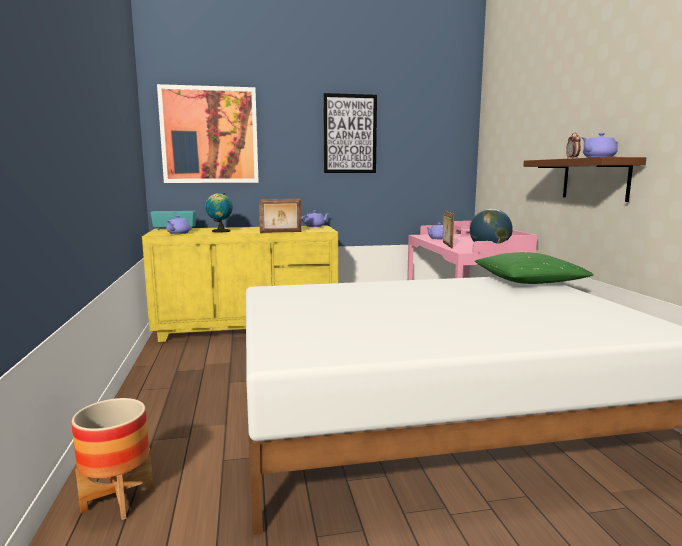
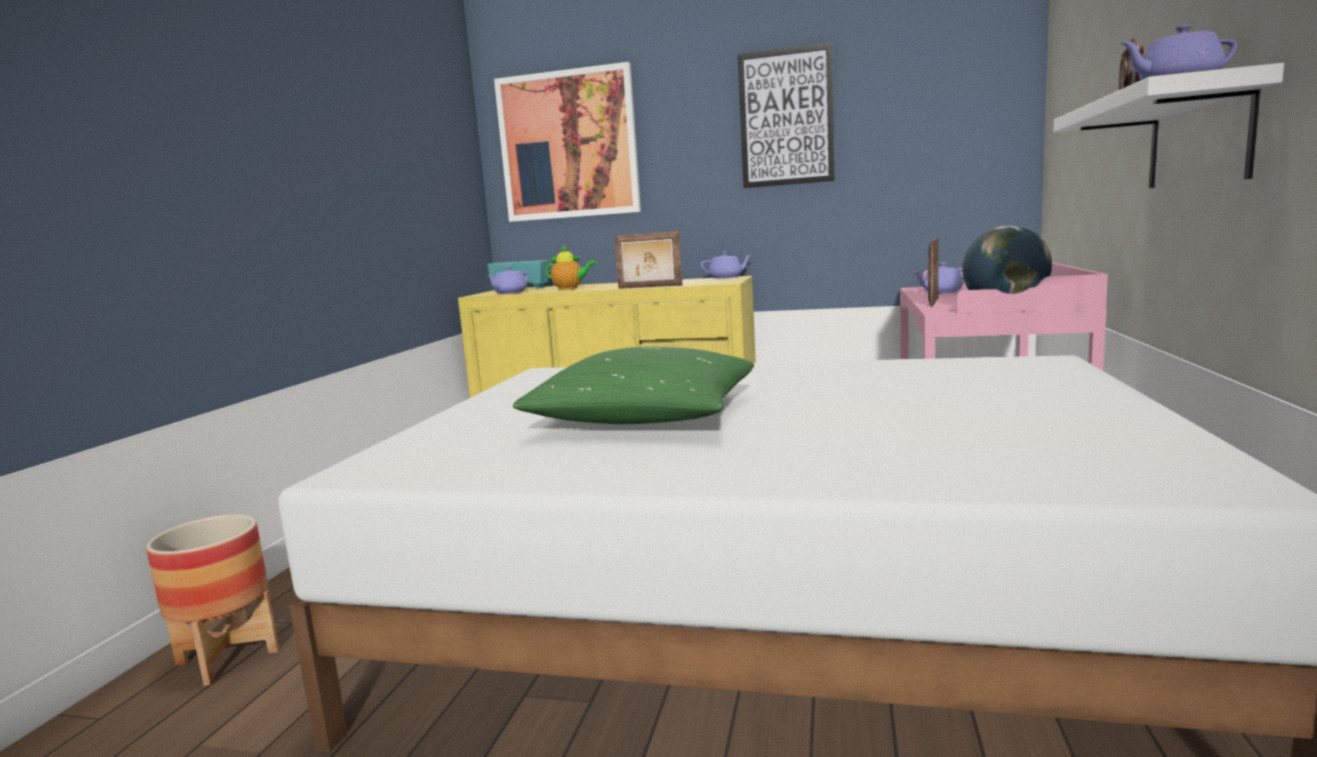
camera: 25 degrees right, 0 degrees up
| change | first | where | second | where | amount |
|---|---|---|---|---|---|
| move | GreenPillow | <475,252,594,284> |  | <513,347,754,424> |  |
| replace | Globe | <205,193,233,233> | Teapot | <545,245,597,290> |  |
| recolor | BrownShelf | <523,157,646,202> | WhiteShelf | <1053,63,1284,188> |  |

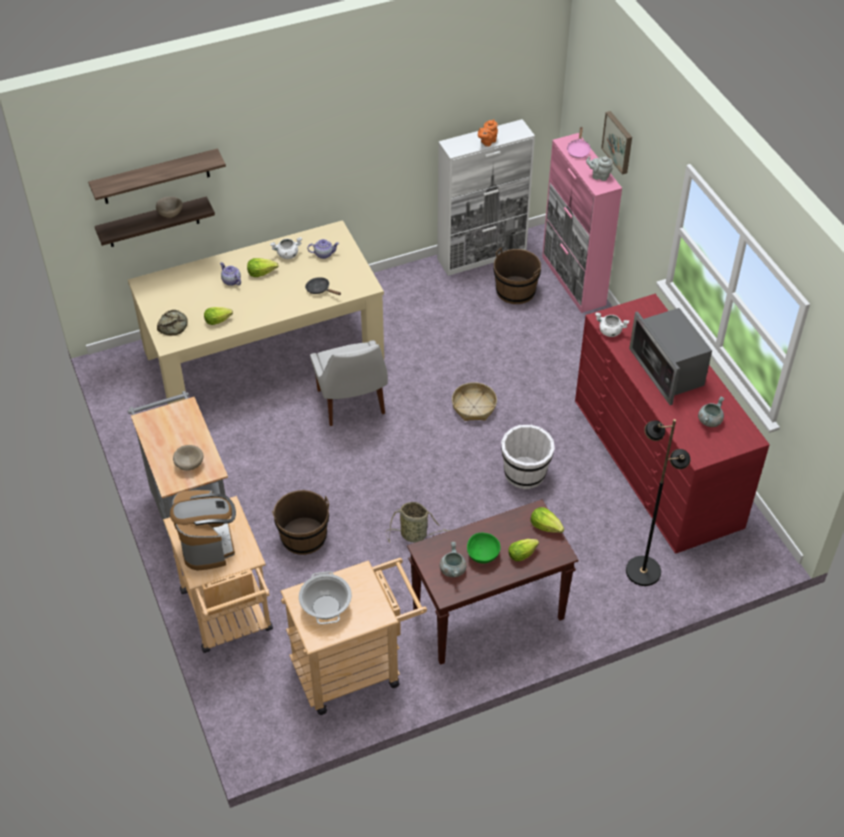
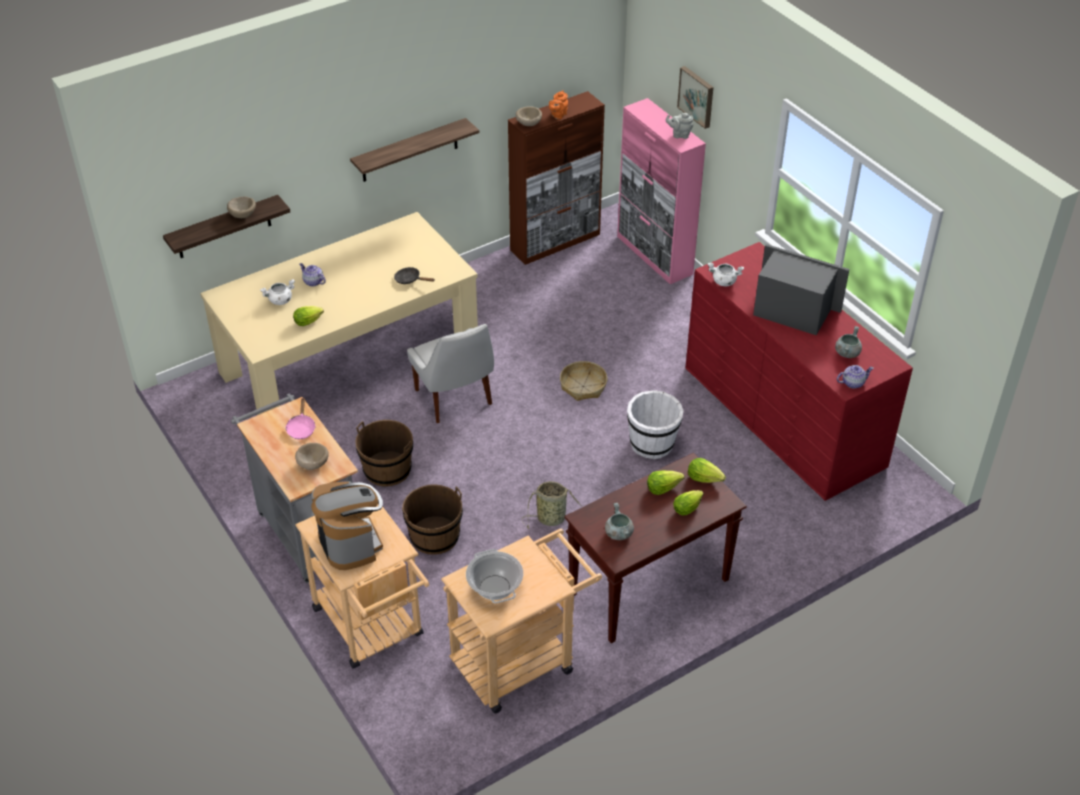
camera: 10 degrees left, 5 degrees down
| change | first | where | second | where | amount |
|---|---|---|---|---|---|
| delete | Bread | <157,310,188,336> |  |  |  |
| delete | GreenBowl | <467,533,501,564> |  |  |  |
| delete | BlackFloorLamp | <626,419,690,586> |  |  |  |
| insert |  |  | BeigeBowl | <516,106,542,126> |  |
| move | Shelf | <88,149,226,204> |  | <350,118,479,182> |  |
| move | Lettuce | <247,258,279,277> |  | <647,470,685,495> |  |
| move | WhiteCookingPot | <270,237,302,259> |  | <260,279,295,305> |  |
| move | Teapot | <307,239,339,259> |  | <837,365,874,389> |  |
| move | BrownBucket | <494,247,541,304> |  | <355,420,413,487> |  |
| move | PinkFryingPan | <567,127,591,158> |  | <286,397,316,439> |  |
| recolor | WhiteCabinet | <437,119,535,276> | BrownCabinet | <508,91,605,265> |  |
| rotate | Microwave | <629,308,712,405> |  | <753,244,849,335> | 150 degrees clockwise |

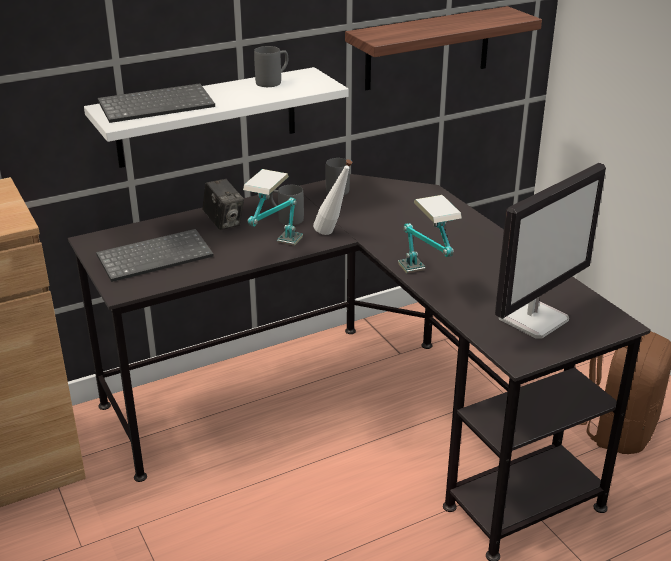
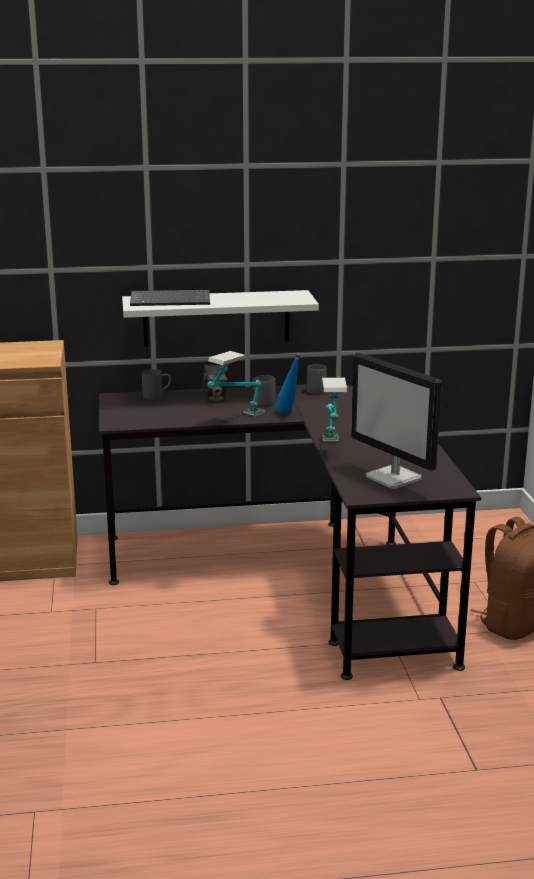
camera: 20 degrees right, 10 degrees down
| change | first | where | second | where | amount |
|---|---|---|---|---|---|
| delete | Keyboard | <96,229,213,282> |  |  |  |
| delete | Shelf | <345,6,542,90> |  |  |  |
| move | GreyMug | <254,46,288,87> |  | <142,369,171,400> |  |
| recolor | WhiteBottle | <313,159,353,235> | BlueBottle | <275,352,301,414> |  |
| rotate | Monitor | <495,163,606,339> |  | <351,352,442,489> | 75 degrees clockwise |

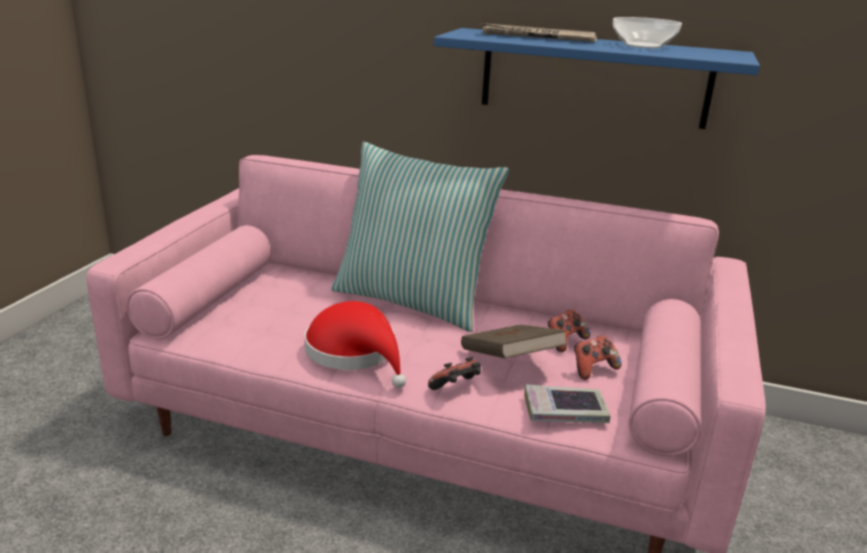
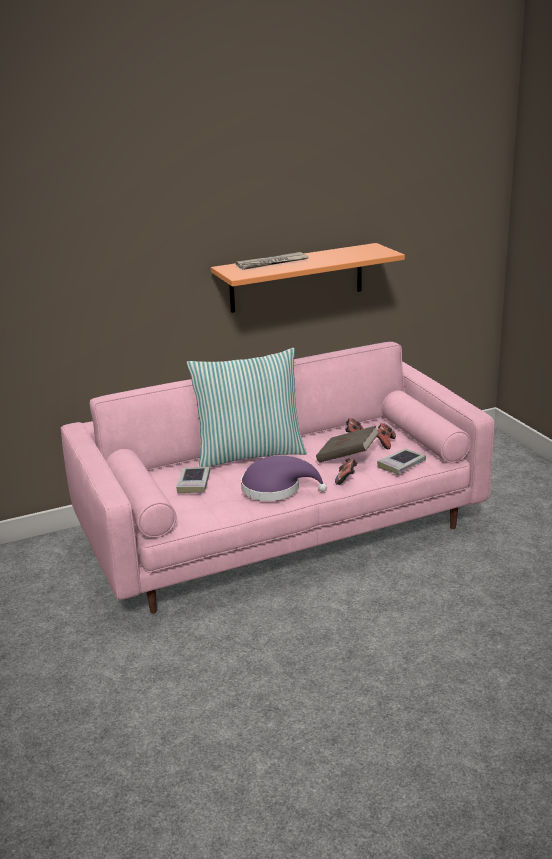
camera: 40 degrees left, 0 degrees up
| change | first | where | second | where | amount |
|---|---|---|---|---|---|
| delete | Bowl | <613,17,682,48> |  |  |  |
| insert |  |  | Book | <176,467,210,494> |  |
| recolor | RedHat | <304,301,406,388> | PurpleHat | <241,455,327,501> |  |
| recolor | BlueShelf | <434,28,760,129> | OrangeShelf | <211,243,405,313> |  |

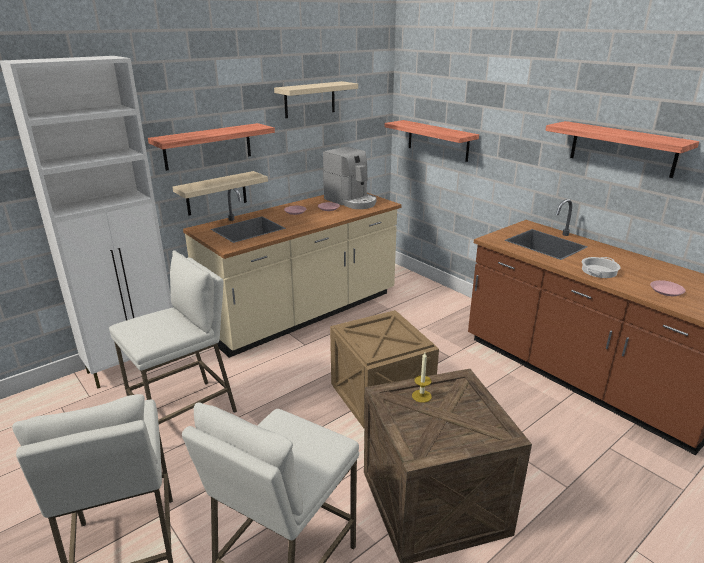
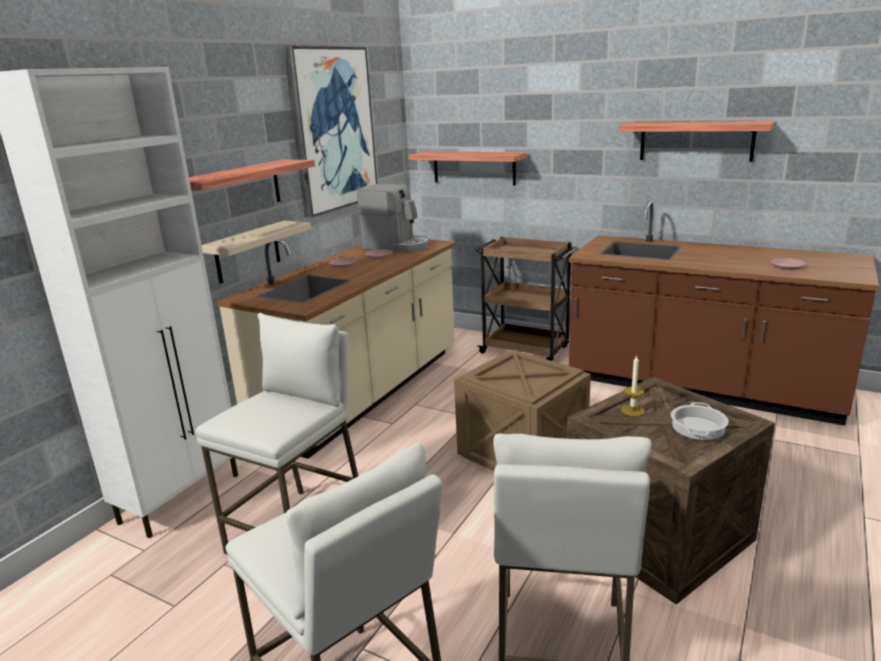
camera: 20 degrees left, 5 degrees down
| change | first | where | second | where | amount |
|---|---|---|---|---|---|
| insert |  |  | BrownCart | <475,237,578,361> |  |
| move | CookingPot | <582,257,620,278> |  | <671,402,729,440> |  |
| replace | BeigeShelf | <274,81,358,118> | Picture | <284,46,377,217> |  |

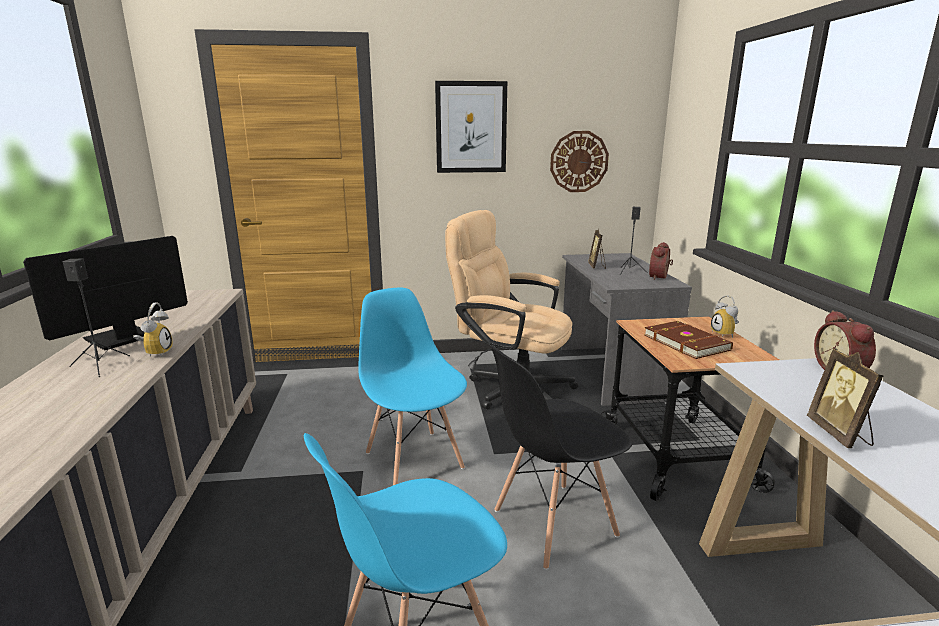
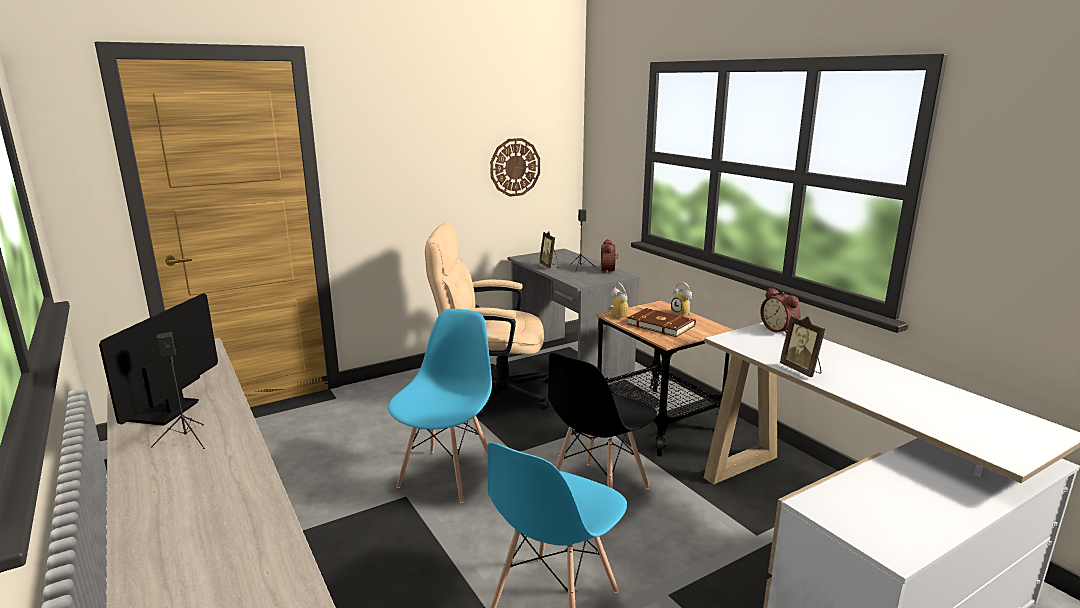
camera: 25 degrees left, 0 degrees up
| change | first | where | second | where | amount |
|---|---|---|---|---|---|
| delete | Picture | <435,81,507,173> |  |  |  |
| move | AlarmClock | <133,303,173,357> |  | <608,283,629,319> |  |
| rotate | BlueChair | <358,287,467,485> |  | <388,309,492,503> | 75 degrees clockwise |

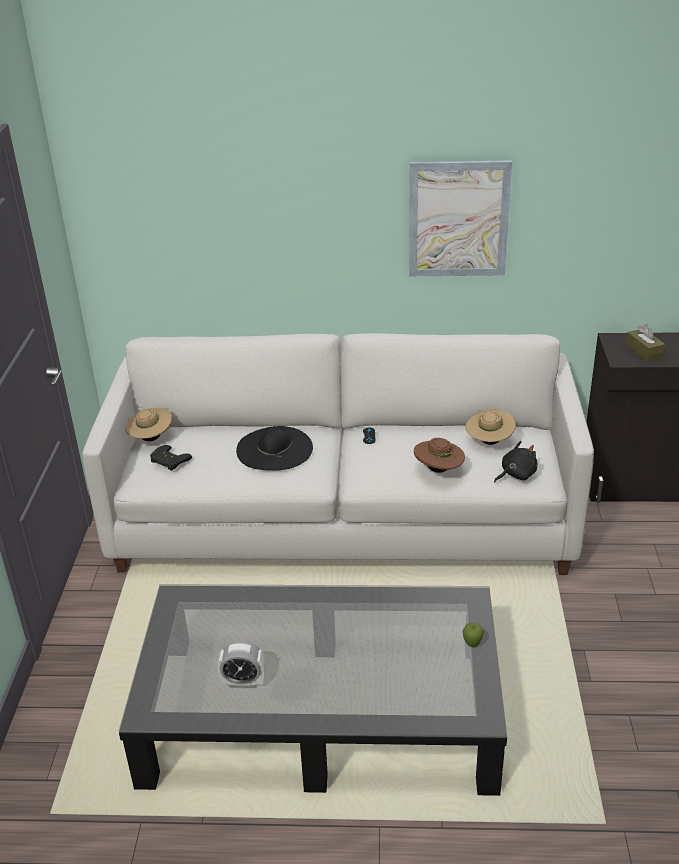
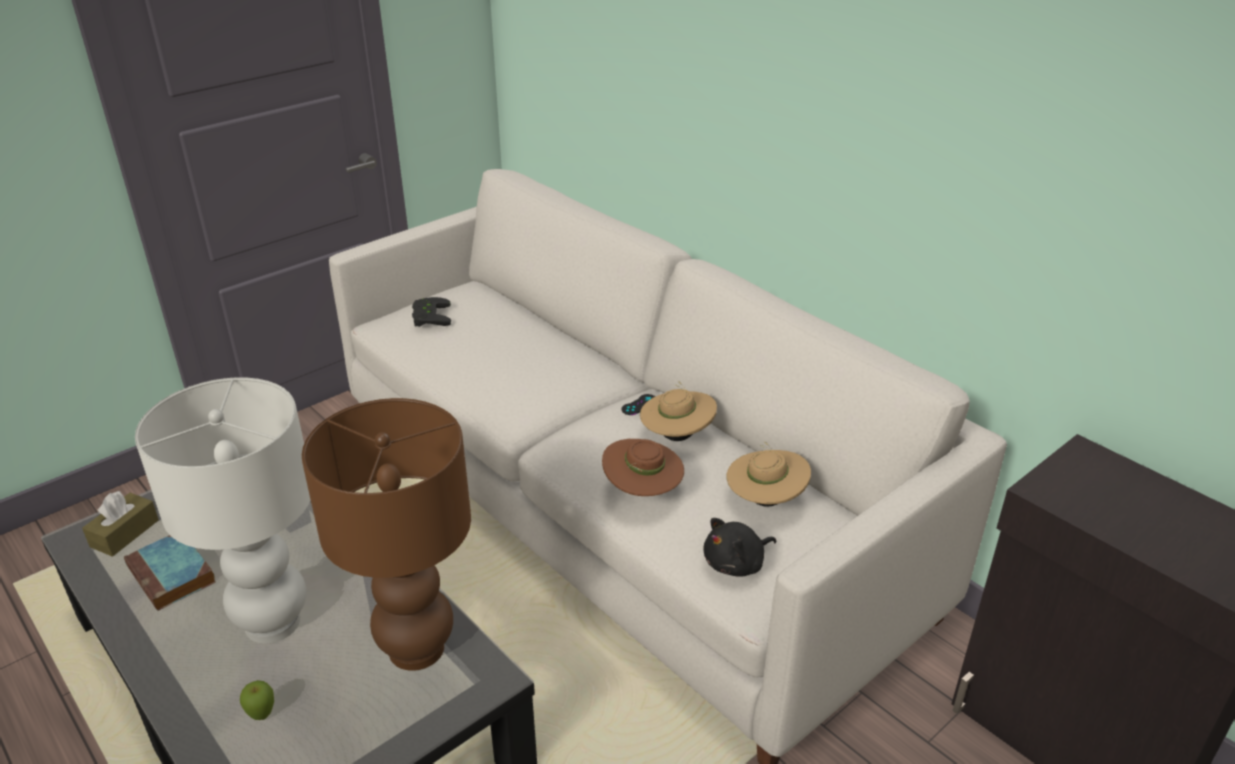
camera: 45 degrees right, 0 degrees up
| change | first | where | second | where | amount |
|---|---|---|---|---|---|
| delete | BlackHat | <236,426,313,471> |  |  |  |
| delete | Picture | <409,160,512,276> |  |  |  |
| insert |  |  | WhiteTableLamp | <135,377,311,644> |  |
| insert |  |  | BrownTableLamp | <302,398,471,671> |  |
| move | BeigeHat | <125,407,172,441> |  | <640,382,717,441> |  |
| move | Apple | <463,623,484,647> |  | <240,680,274,720> |  |
| move | BrownTissueBox | <626,324,666,362> |  | <82,491,159,557> |  |
| replace | AlarmClock | <217,641,265,688> | Book | <124,535,216,611> |  |
| rotate | BlackPlushToy | <494,441,537,482> |  | <703,518,777,577> | 135 degrees clockwise |

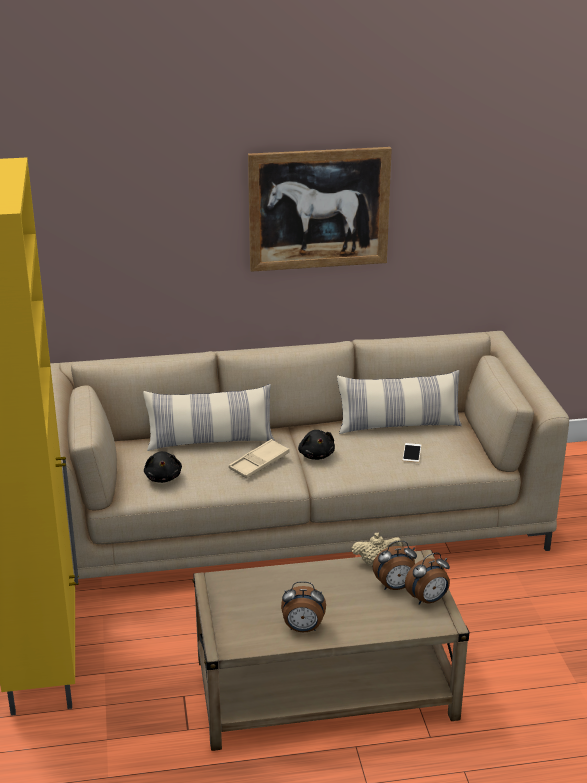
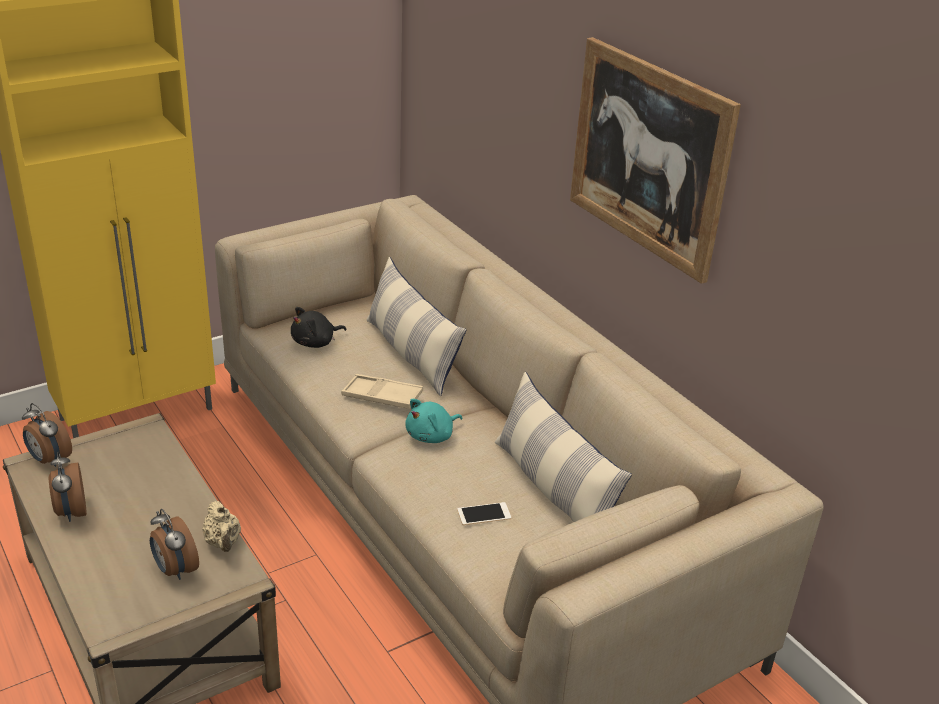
camera: 65 degrees right, 5 degrees up
| change | first | where | second | where | amount |
|---|---|---|---|---|---|
| move | AlarmClock | <405,553,450,605> |  | <22,403,72,467> |  |
| recolor | BlackPlushToy | <298,430,335,460> | TurquoisePlushToy | <405,399,462,443> |  |

